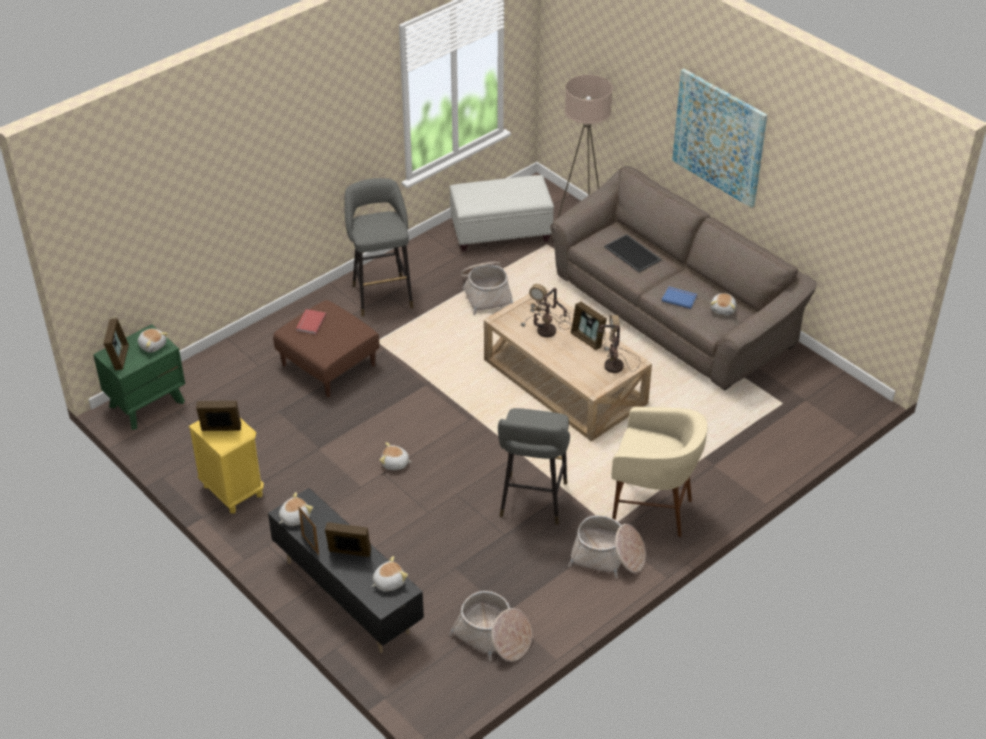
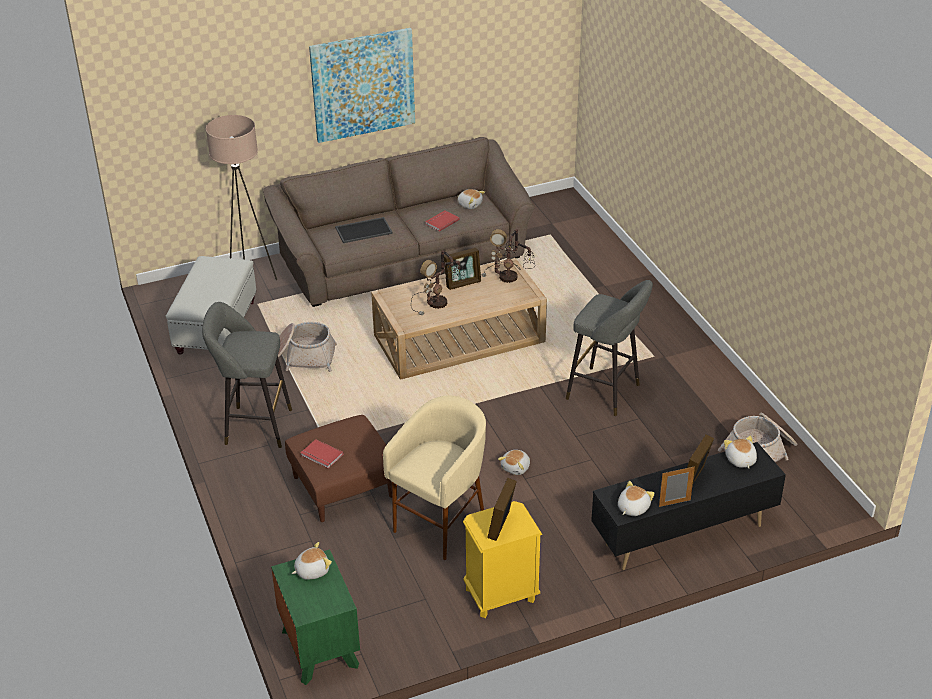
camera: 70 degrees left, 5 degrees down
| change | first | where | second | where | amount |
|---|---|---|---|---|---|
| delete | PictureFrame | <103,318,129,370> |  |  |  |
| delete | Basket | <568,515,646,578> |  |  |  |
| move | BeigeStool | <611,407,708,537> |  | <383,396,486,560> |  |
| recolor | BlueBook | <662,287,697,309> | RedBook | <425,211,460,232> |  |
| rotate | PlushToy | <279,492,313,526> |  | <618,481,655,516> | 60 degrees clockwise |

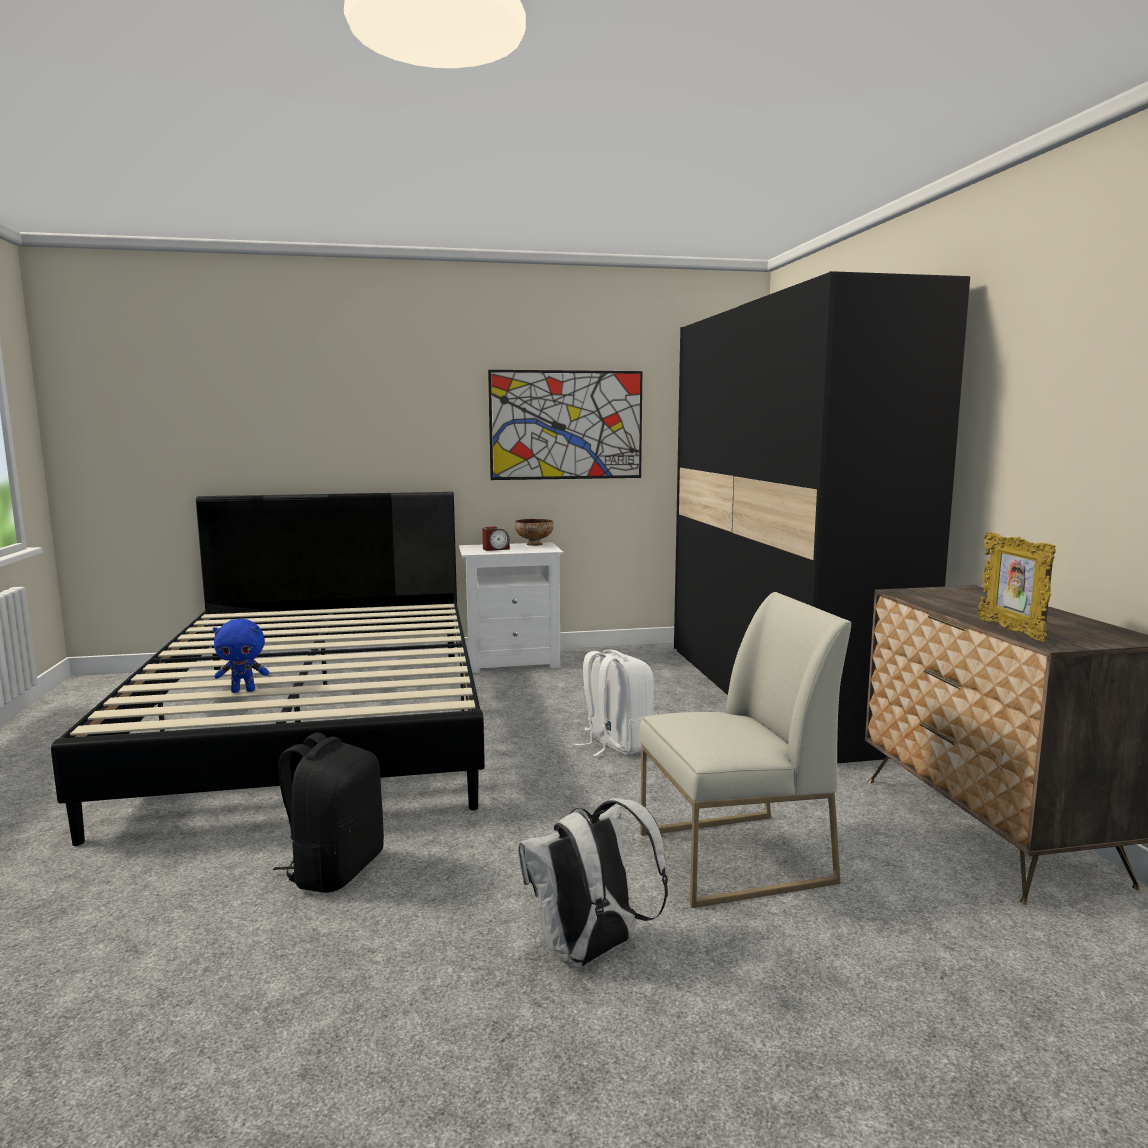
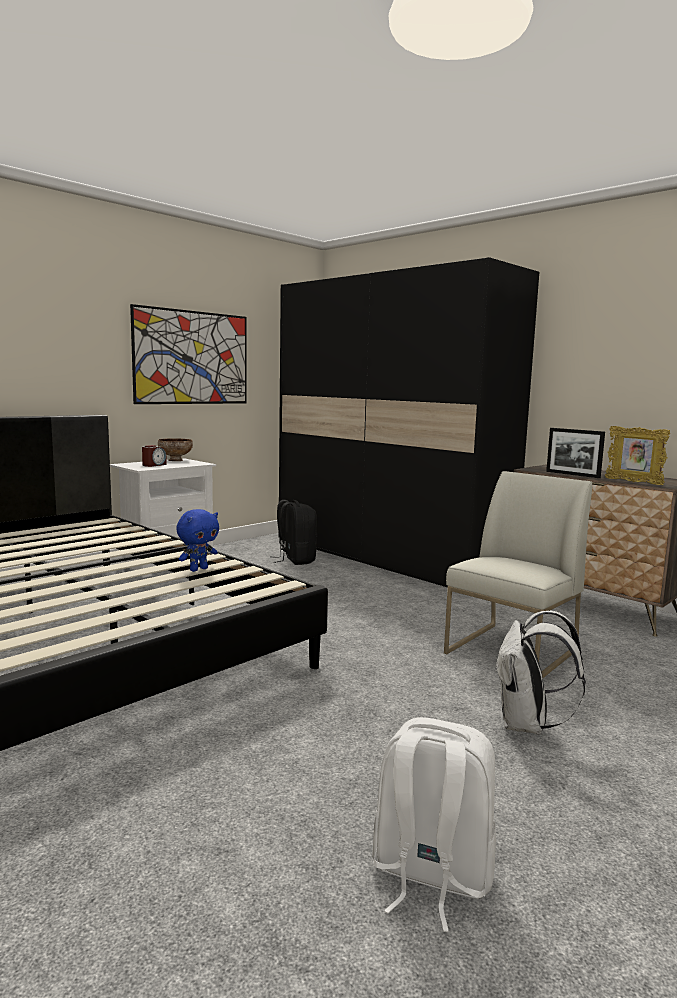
camera: 35 degrees left, 0 degrees up
| change | first | where | second | where | amount |
|---|---|---|---|---|---|
| insert |  |  | PictureFrame | <546,428,605,478> |  |
| move | BluePlushToy | <213,619,269,693> |  | <176,509,219,572> |  |
| move | BlackBackpack | <273,733,384,893> |  | <274,500,317,565> |  |
| move | WhiteBackpack | <574,650,654,756> |  | <372,717,496,932> |  |

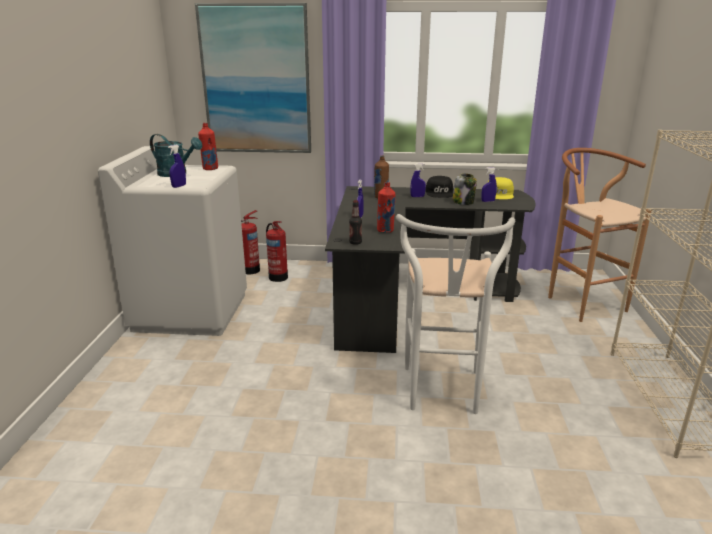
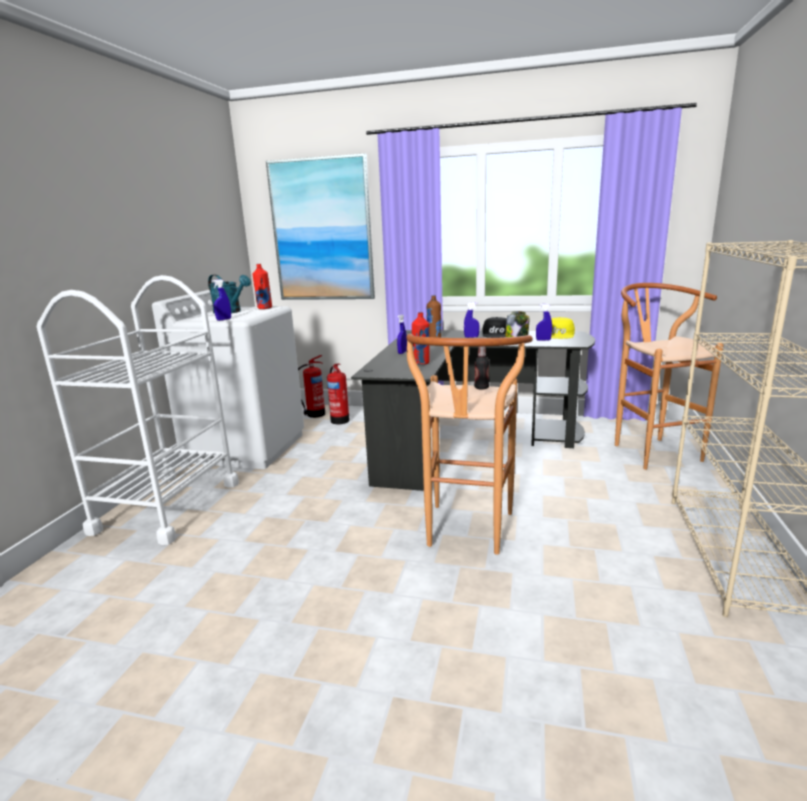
camera: 10 degrees right, 5 degrees down
| change | first | where | second | where | amount |
|---|---|---|---|---|---|
| insert |  |  | WhiteCart | <37,275,239,545> |  |
| move | Bottle | <349,200,362,245> |  | <474,346,489,390> |  |
| recolor | WhiteStool | <396,214,515,414> | BrownStool | <407,334,533,555> |  |

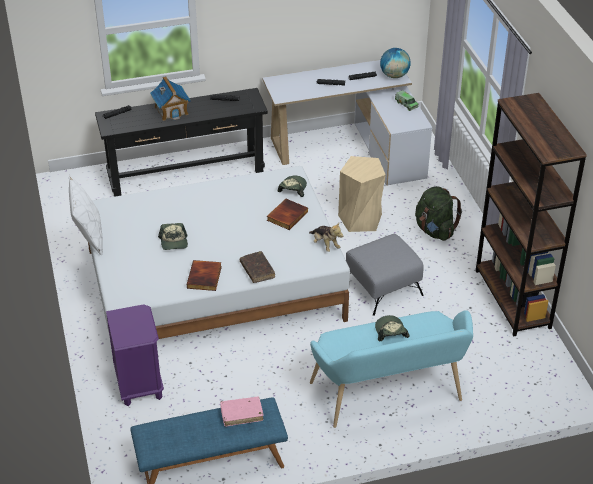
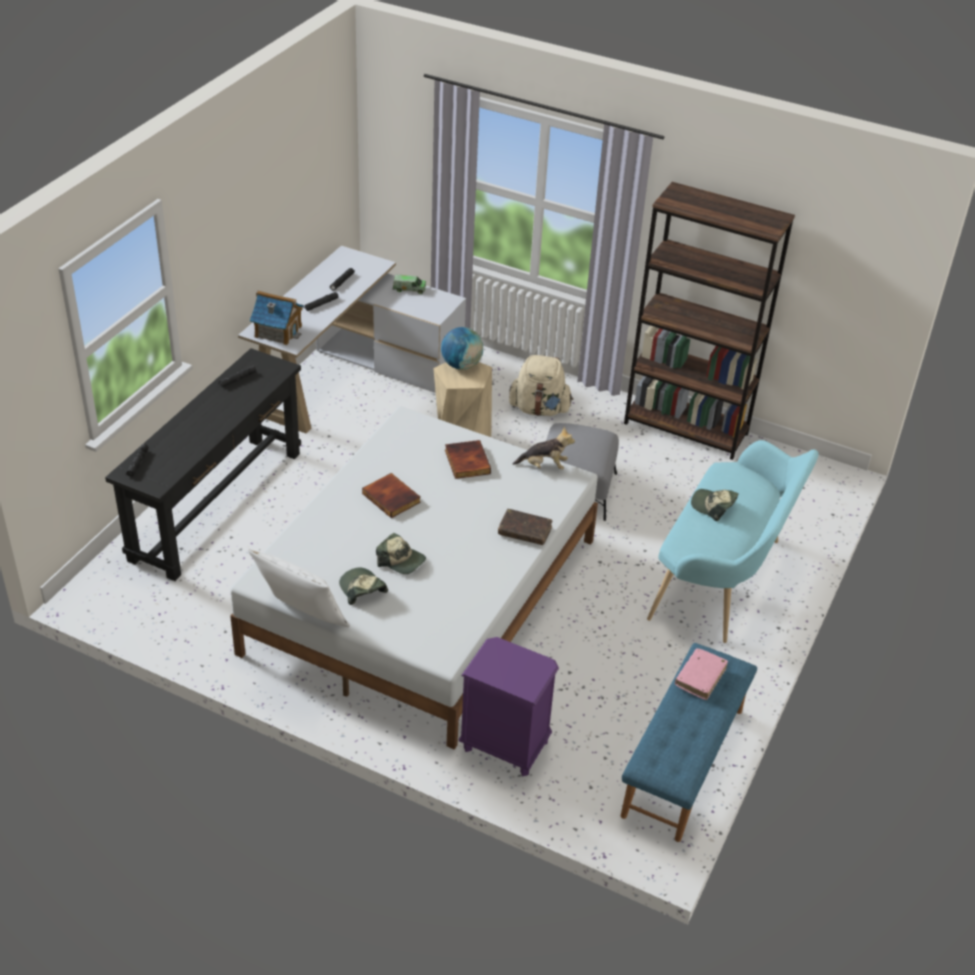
camera: 50 degrees left, 0 degrees up
| change | first | where | second | where | amount |
|---|---|---|---|---|---|
| move | ToyHouse | <150,76,191,121> |  | <250,291,304,345> |  |
| move | Book | <187,260,222,291> |  | <362,473,421,518> |  |
| move | Cap | <277,176,307,197> |  | <339,568,388,605> |  |
| move | Globe | <380,48,410,78> |  | <441,327,483,370> |  |
| recolor | GreenBackpack | <415,186,462,241> | BeigeBackpack | <509,355,573,416> |  |

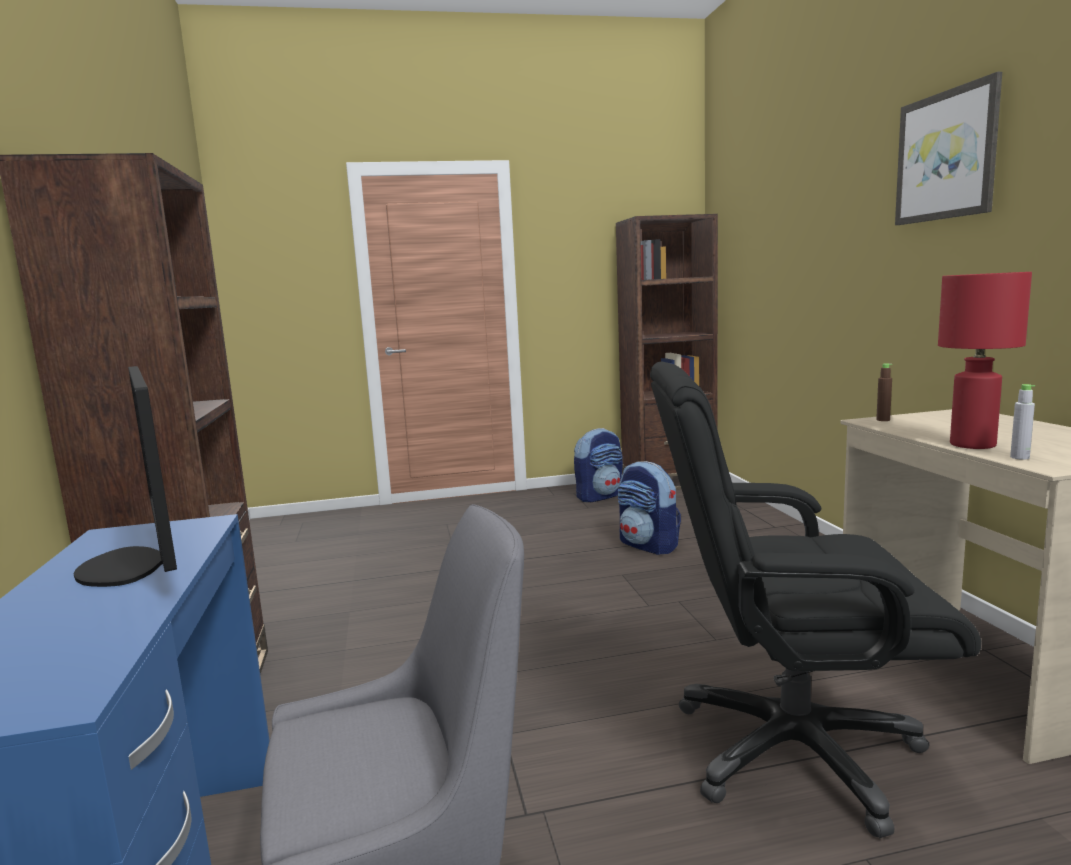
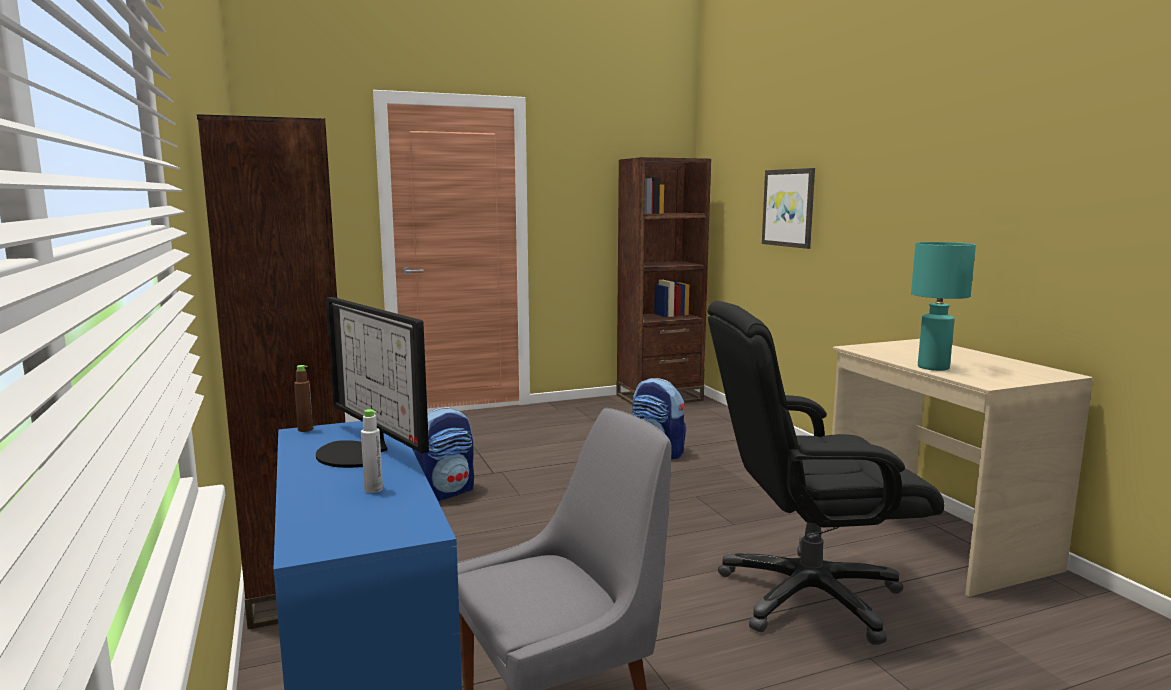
camera: 10 degrees left, 0 degrees up
| change | first | where | second | where | amount |
|---|---|---|---|---|---|
| move | Backpack | <574,428,623,502> |  | <413,407,474,501> |  |
| move | BrownBottle | <876,364,892,421> |  | <294,365,313,432> |  |
| move | Picture | <895,72,1002,225> |  | <762,168,815,249> |  |
| move | GreyBottle | <1010,384,1035,460> |  | <361,409,383,493> |  |
| recolor | RedTableLamp | <938,272,1032,449> | TurquoiseTableLamp | <911,242,976,371> |  |

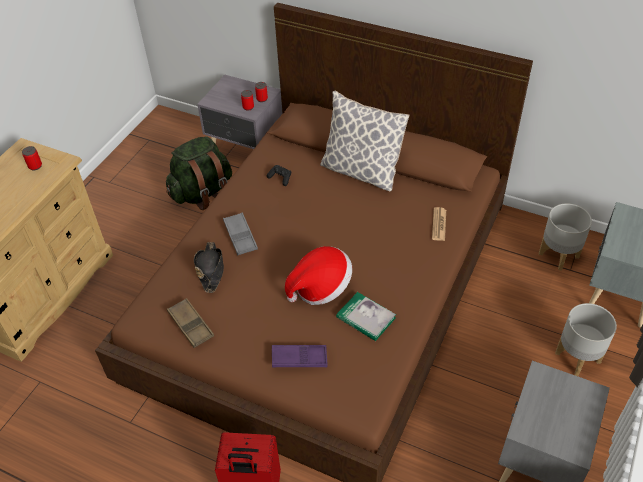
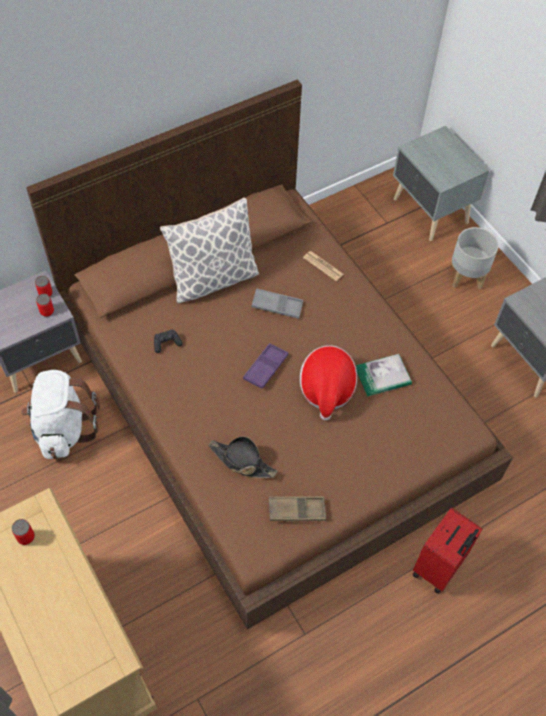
camera: 60 degrees left, 10 degrees up
| change | first | where | second | where | amount |
|---|---|---|---|---|---|
| delete | GreyPlanter | <539,203,592,271> |  |  |  |
| move | GreyTray | <223,213,258,255> |  | <252,288,303,319> |  |
| move | PurpleTray | <272,345,328,367> |  | <243,343,289,389> |  |
| recolor | GreenBackpack | <166,136,232,210> | WhiteBackpack | <21,370,100,459> |  |

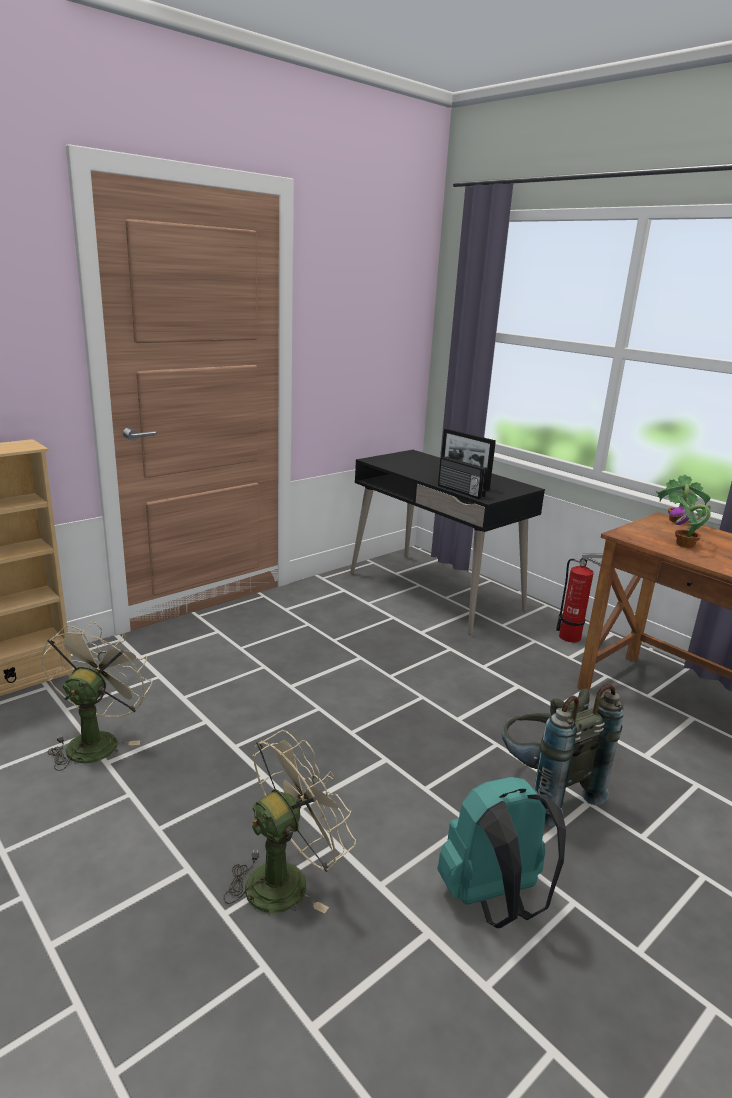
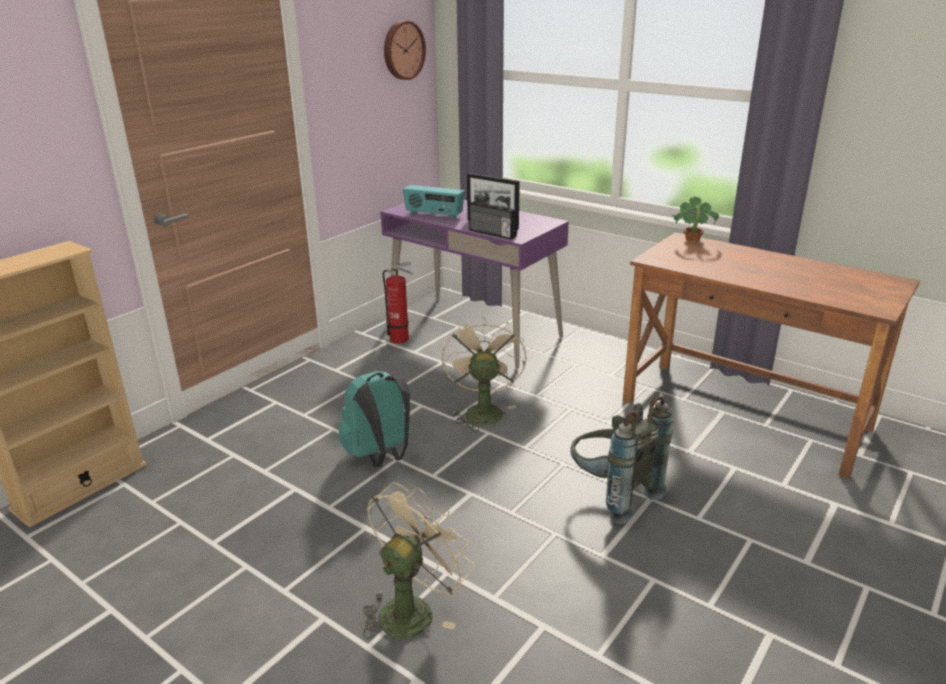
camera: 10 degrees left, 5 degrees up
| change | first | where | second | where | amount |
|---|---|---|---|---|---|
| delete | PottedPlant | <669,495,711,548> |  |  |  |
| insert |  |  | WallClock | <384,21,426,80> |  |
| insert |  |  | Radio | <403,185,464,219> |  |
| move | BeigeFan | <41,621,152,771> |  | <442,317,527,431> |  |
| move | TurquoiseBackpack | <437,777,566,928> |  | <339,371,411,467> |  |
| move | FireExtinguisher | <556,553,603,643> |  | <383,262,413,344> |  |
| recolor | BlackDesk | <350,450,545,636> | PurpleDesk | <381,200,569,369> |  |

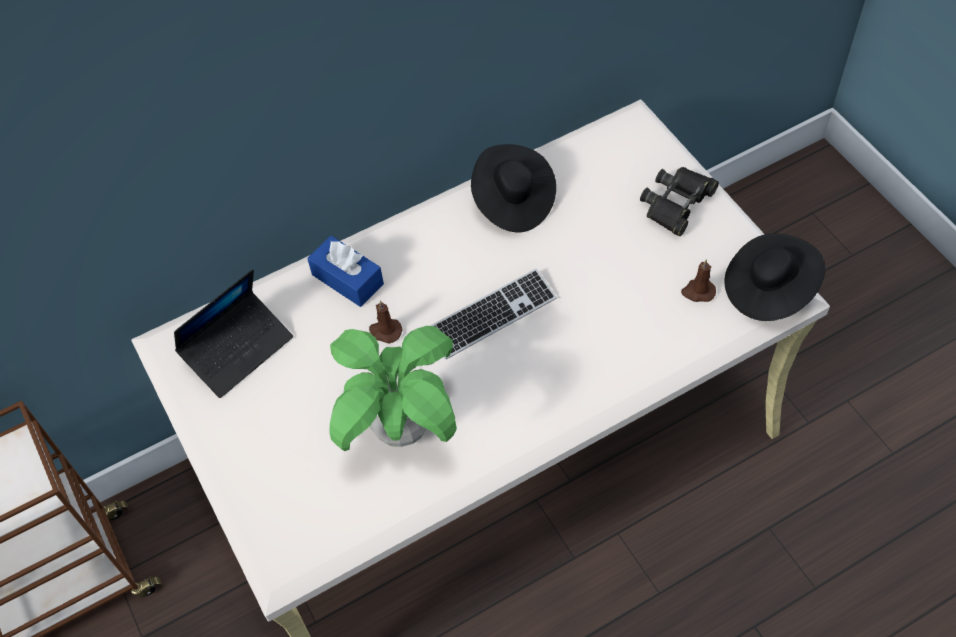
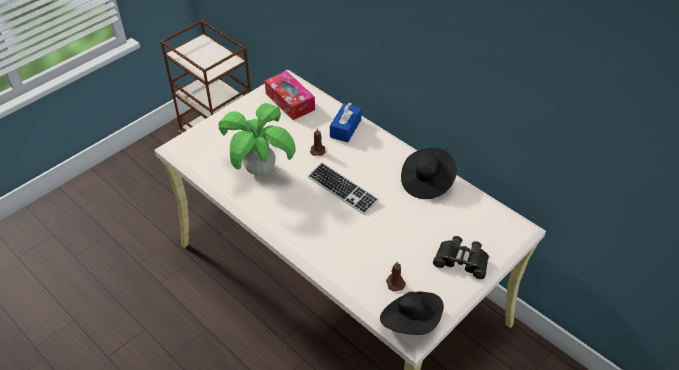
camera: 70 degrees right, 10 degrees down
| change | first | where | second | where | amount |
|---|---|---|---|---|---|
| replace | Laptop | <174,269,293,398> | TissueBox | <265,71,315,120> |  |

